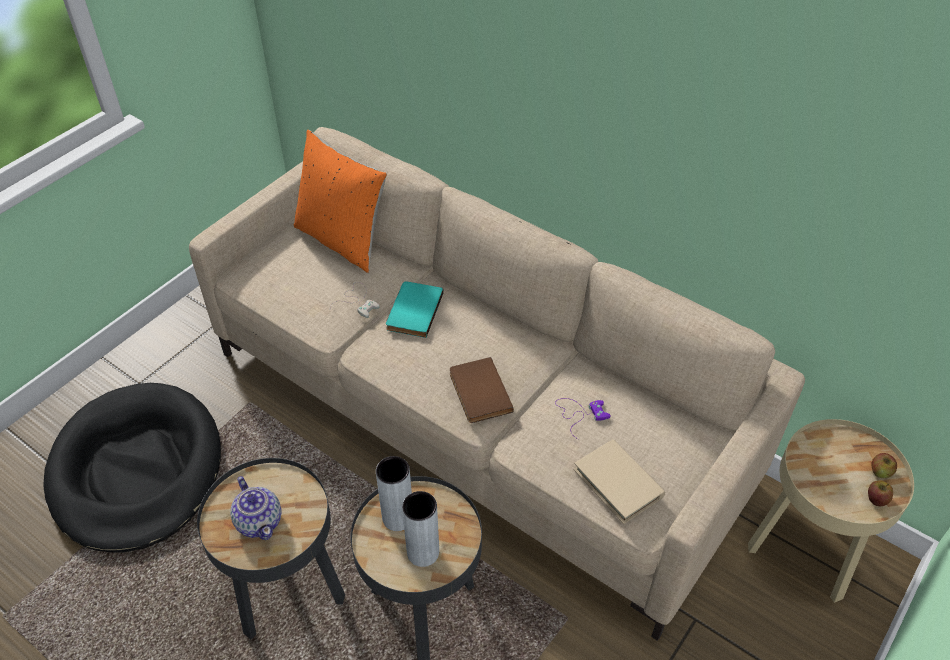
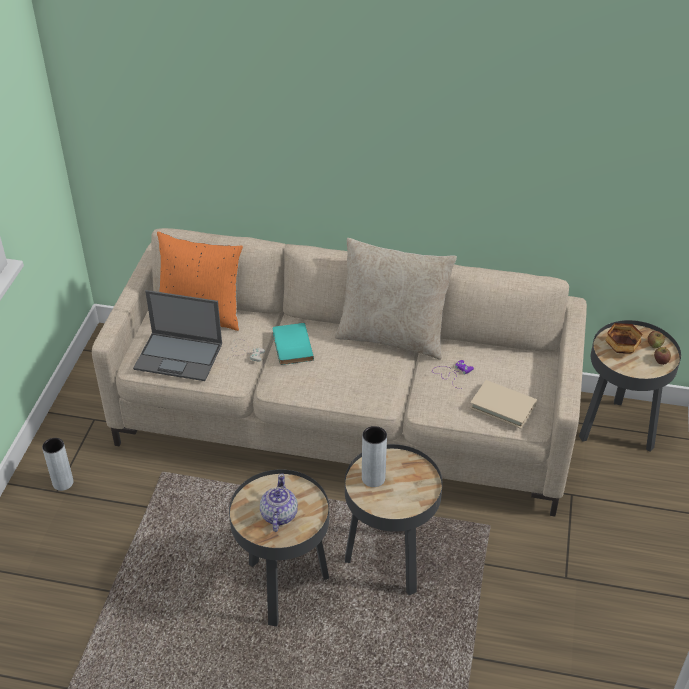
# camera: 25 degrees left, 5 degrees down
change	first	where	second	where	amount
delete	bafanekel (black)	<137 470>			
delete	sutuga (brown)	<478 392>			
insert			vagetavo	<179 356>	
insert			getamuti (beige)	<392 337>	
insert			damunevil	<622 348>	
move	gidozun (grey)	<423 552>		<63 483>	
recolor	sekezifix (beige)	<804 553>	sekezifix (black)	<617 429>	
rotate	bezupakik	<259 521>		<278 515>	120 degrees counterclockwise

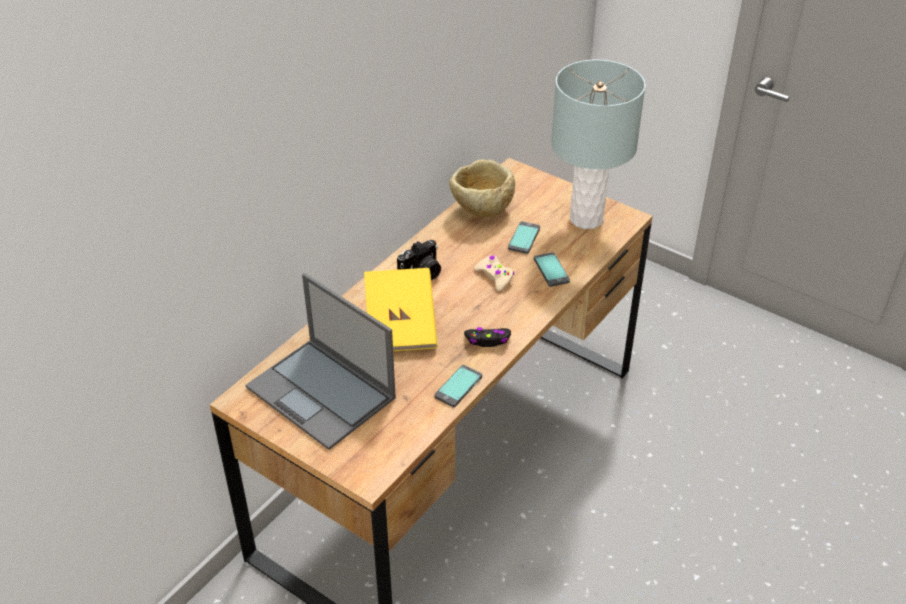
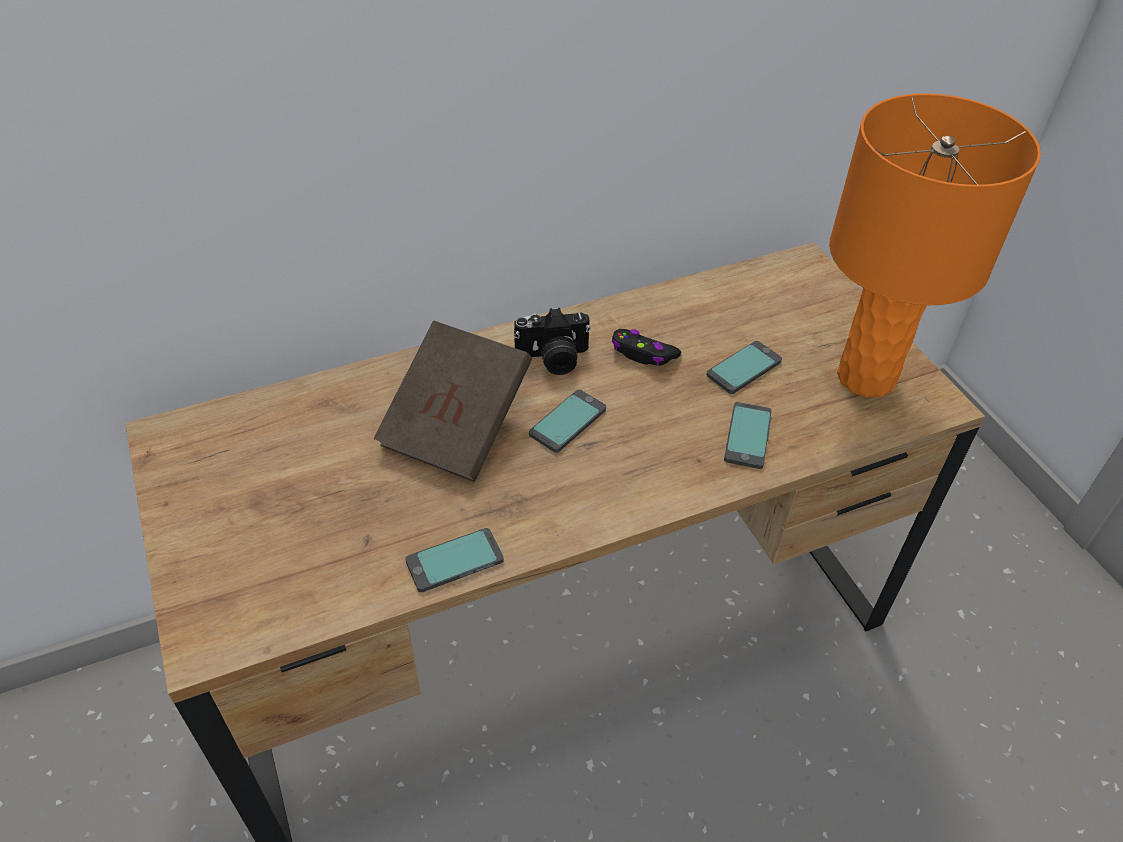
# camera: 30 degrees right, 5 degrees up
change	first	where	second	where	amount
delete	vagetavo	<322 393>			
delete	damunevil (beige)	<481 209>			
delete	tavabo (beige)	<495 276>			
insert			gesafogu	<567 422>	
move	tavabo (black)	<488 340>		<643 354>	
recolor	sutuga (yellow)	<401 326>	sutuga (brown)	<457 425>	
recolor	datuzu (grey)	<586 218>	datuzu (orange)	<867 377>	

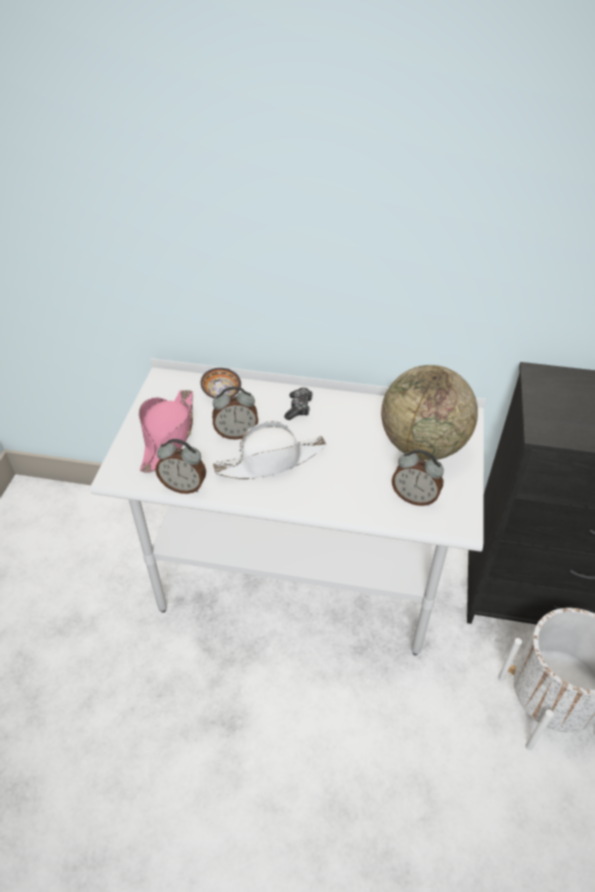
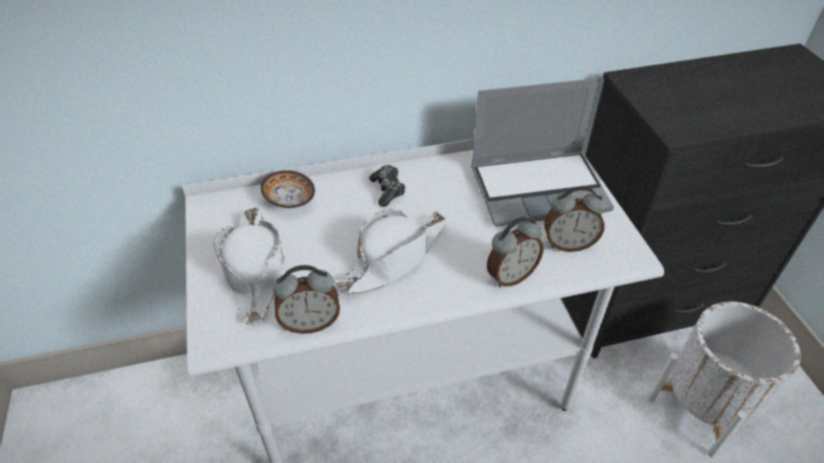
# camera: 25 degrees left, 0 degrees up
change	first	where	second	where	amount
move	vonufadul	<236 433>		<510 276>	
replace	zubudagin	<423 445>	vagetavo	<539 188>	
recolor	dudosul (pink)	<168 435>	dudosul (white)	<254 269>	

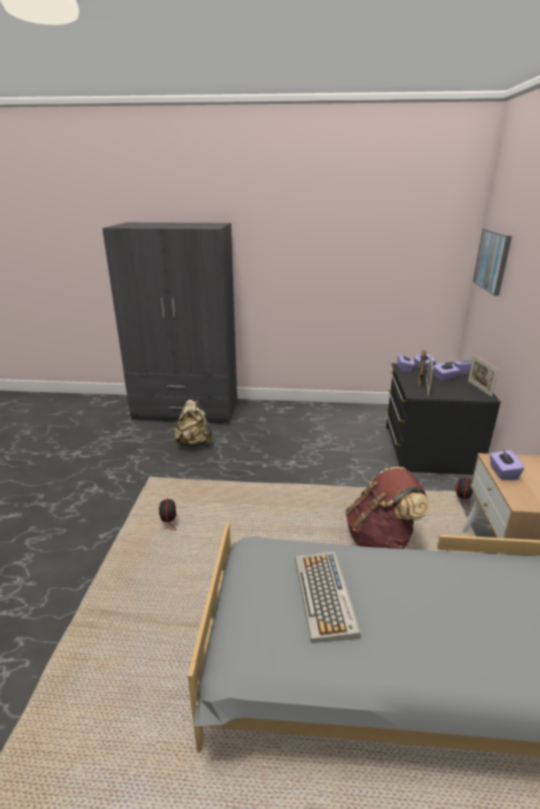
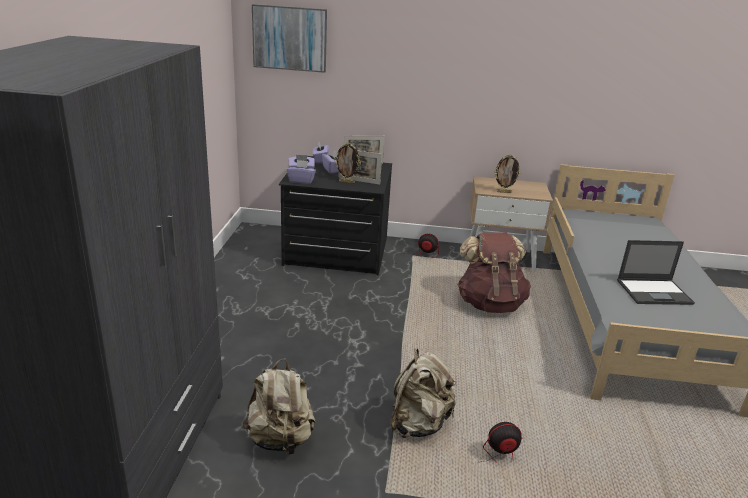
# camera: 90 degrees left, 0 degrees up
change	first	where	second	where	amount
insert			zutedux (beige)	<418 424>	
replace	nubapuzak	<325 596>	vagetavo	<654 292>	
replace	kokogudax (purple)	<503 473>	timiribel	<504 192>	

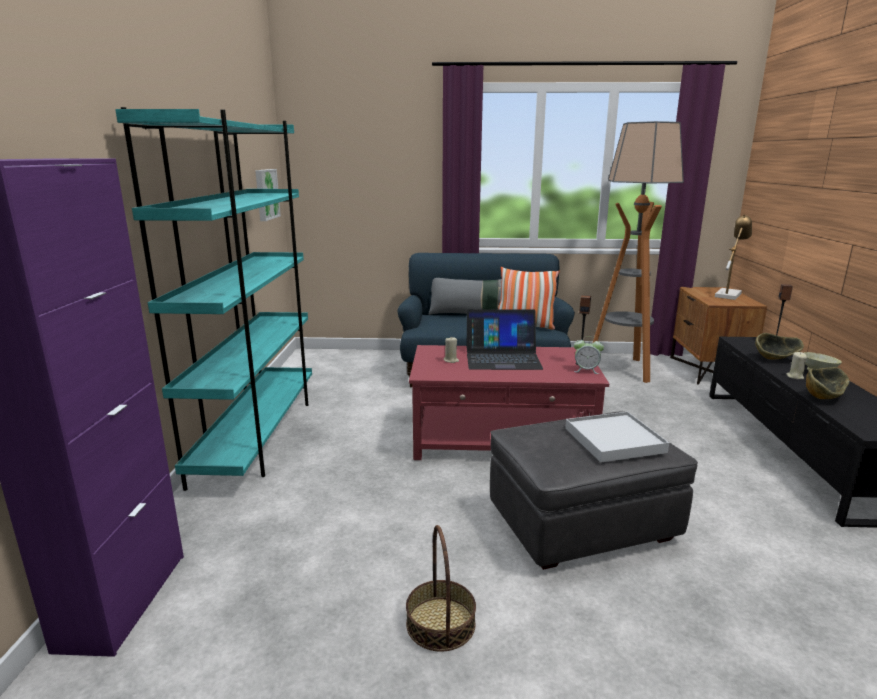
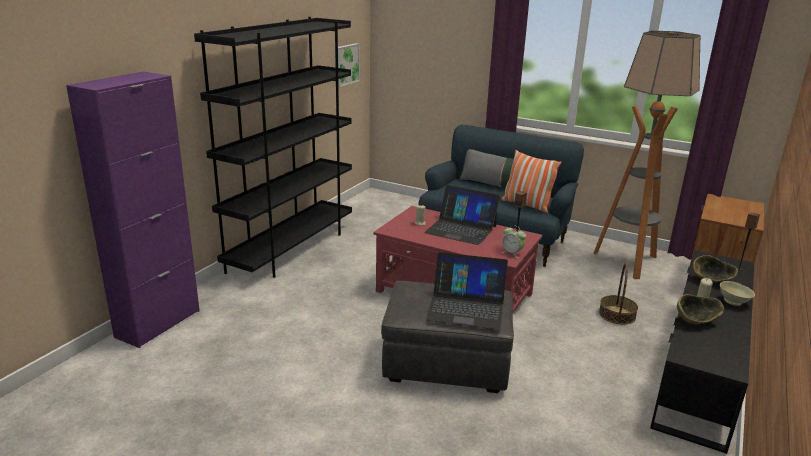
# camera: 25 degrees right, 5 degrees up
change	first	where	second	where	amount
delete	datuzu	<728 294>			
move	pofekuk	<440 623>		<617 314>	
replace	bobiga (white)	<614 440>	vagetavo	<466 307>	
recolor	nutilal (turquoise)	<258 435>	nutilal (black)	<291 249>	

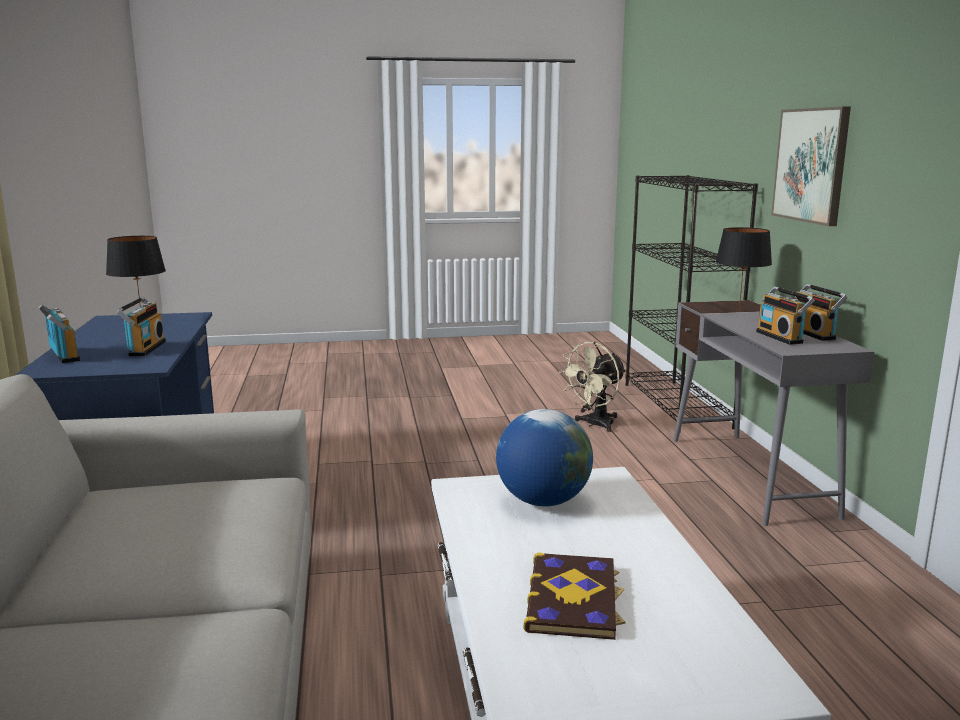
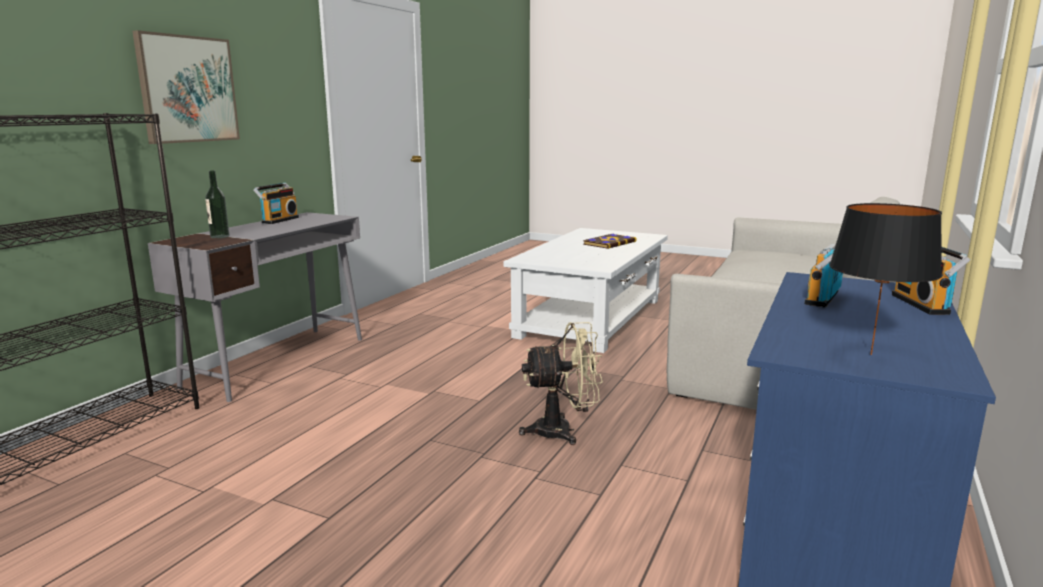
# camera: 145 degrees left, 0 degrees up
change	first	where	second	where	amount
delete	zubudagin	<543 501>			
delete	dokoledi	<781 337>			
move	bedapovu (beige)	<594 424>		<563 431>	
replace	datuzu (black)	<739 311>	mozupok	<220 236>	

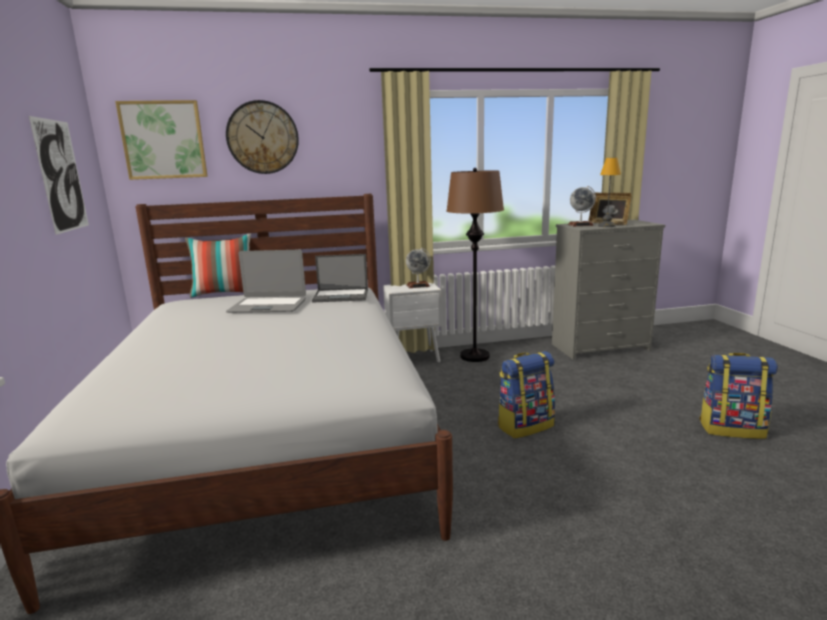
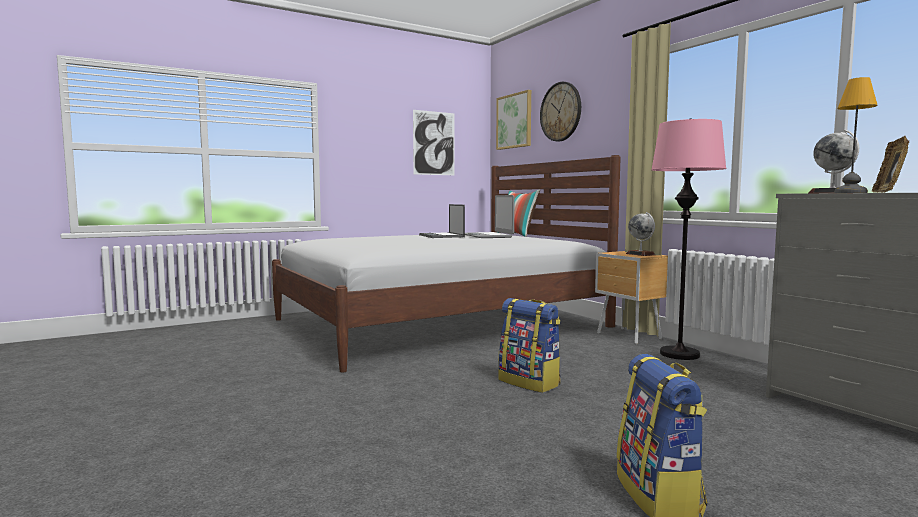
# camera: 70 degrees right, 10 degrees down
change	first	where	second	where	amount
move	vagetavo	<342 296>		<442 236>	
recolor	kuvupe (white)	<415 359>	kuvupe (brown)	<629 337>	
recolor	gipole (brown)	<474 356>	gipole (pink)	<679 354>	

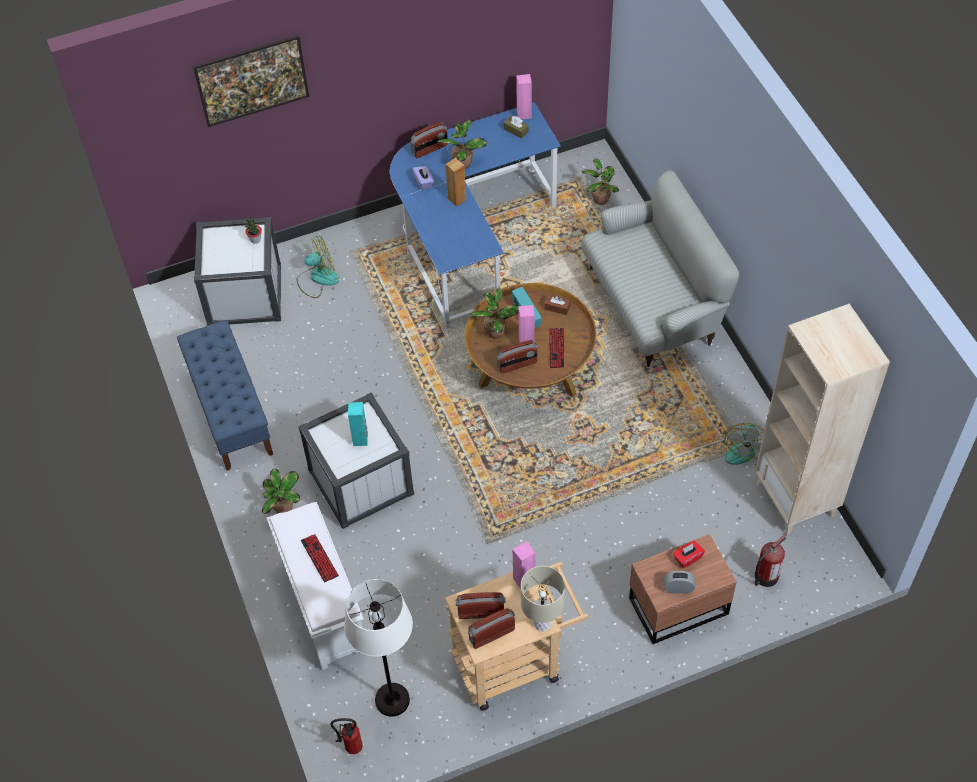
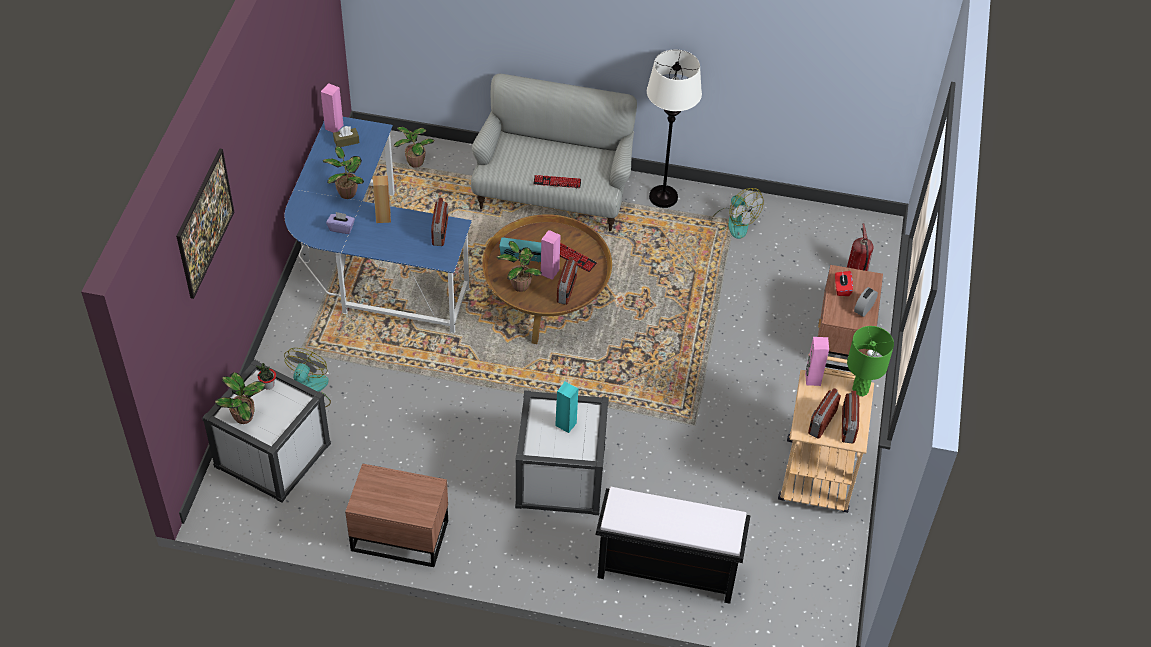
# camera: 60 degrees left, 5 degrees down
change	first	where	second	where	amount
delete	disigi	<351 746>			
delete	kokogudax (brown)	<557 307>			
delete	nutilal (beige)	<796 499>			
move	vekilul	<284 509>		<245 417>	
move	nubapuzak	<319 558>		<557 182>	
move	gipole (white)	<392 700>		<663 197>	
move	dokoledi	<430 149>		<440 232>	
replace	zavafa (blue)	<230 411>	kuvupe (brown)	<399 534>	
recolor	zavafa (white)	<322 606>	zavafa (black)	<666 570>	
recolor	datuzu (beige)	<542 623>	datuzu (green)	<860 389>	

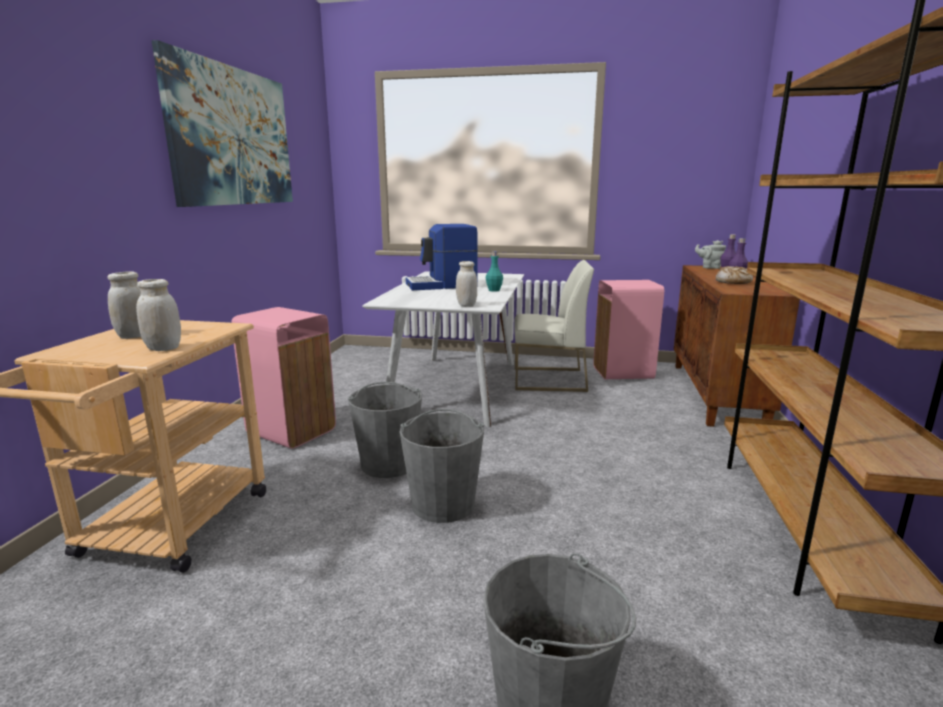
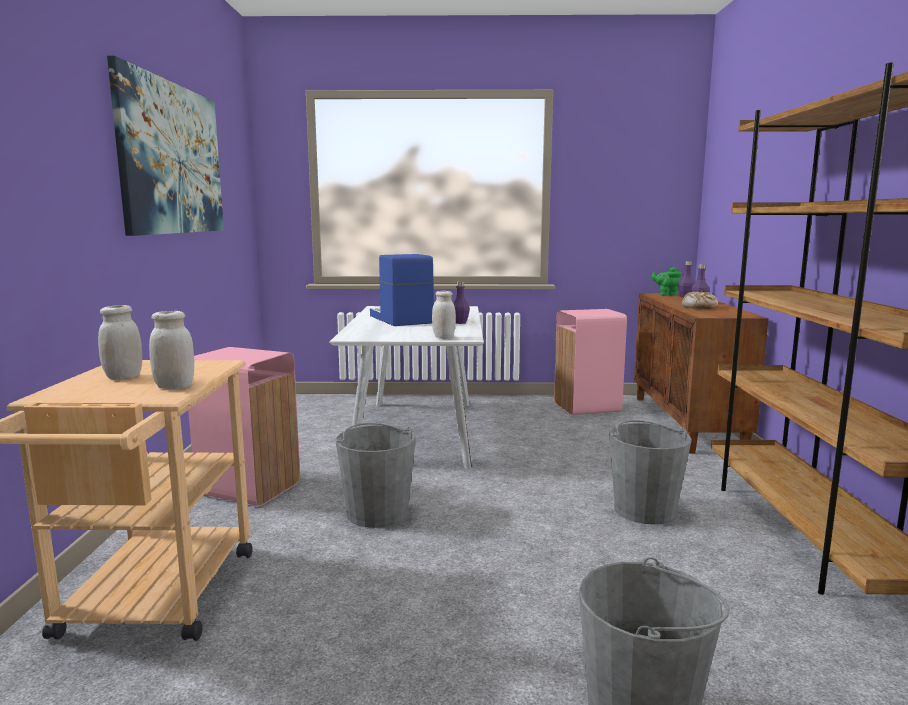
# camera: 10 degrees left, 5 degrees down
change	first	where	second	where	amount
delete	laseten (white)	<548 380>			
move	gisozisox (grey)	<443 504>		<644 510>	
recolor	mozupok (turquoise)	<494 290>	mozupok (purple)	<460 322>	
recolor	bezupakik (grey)	<709 267>	bezupakik (green)	<666 294>	
rotate	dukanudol	<442 285>		<400 319>	90 degrees clockwise

